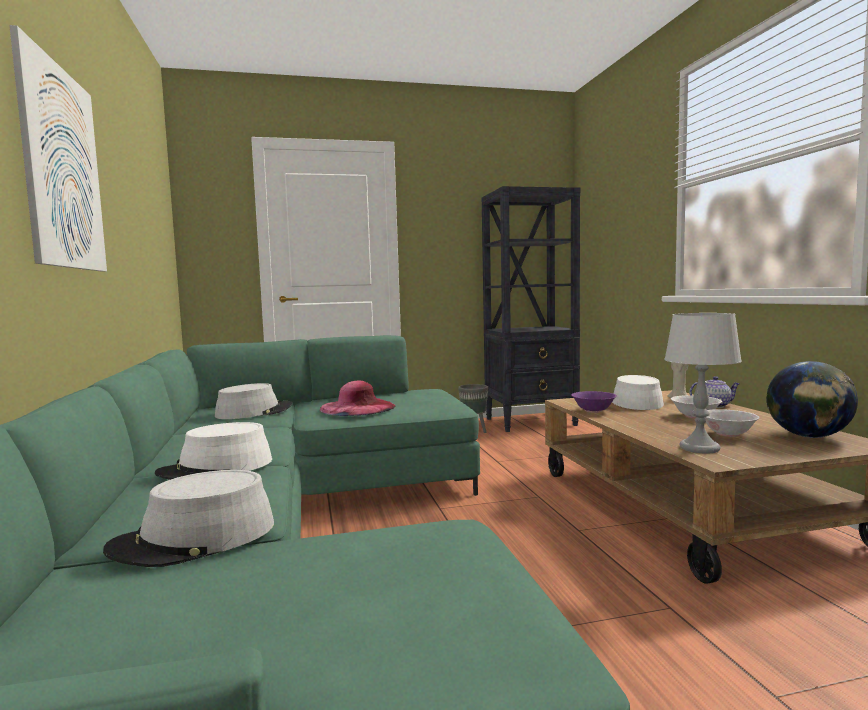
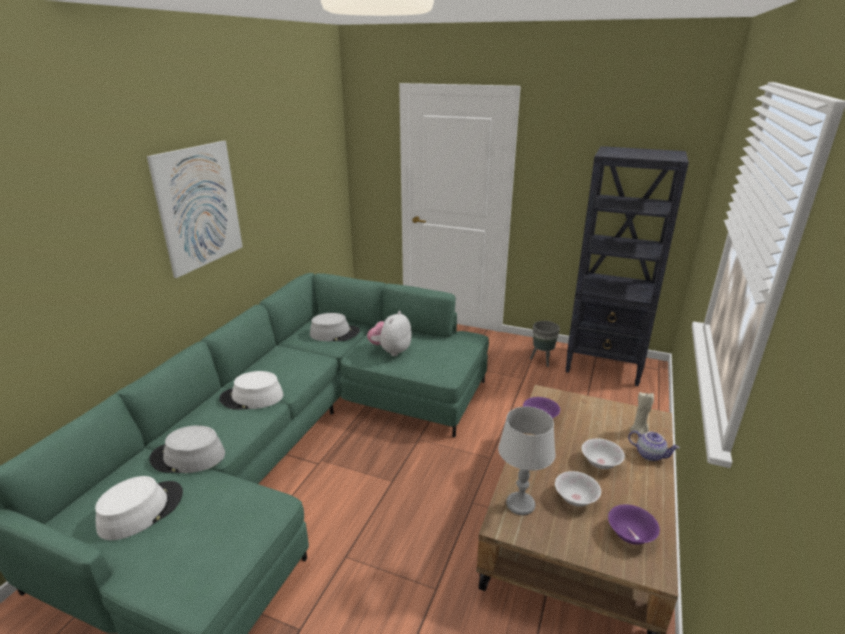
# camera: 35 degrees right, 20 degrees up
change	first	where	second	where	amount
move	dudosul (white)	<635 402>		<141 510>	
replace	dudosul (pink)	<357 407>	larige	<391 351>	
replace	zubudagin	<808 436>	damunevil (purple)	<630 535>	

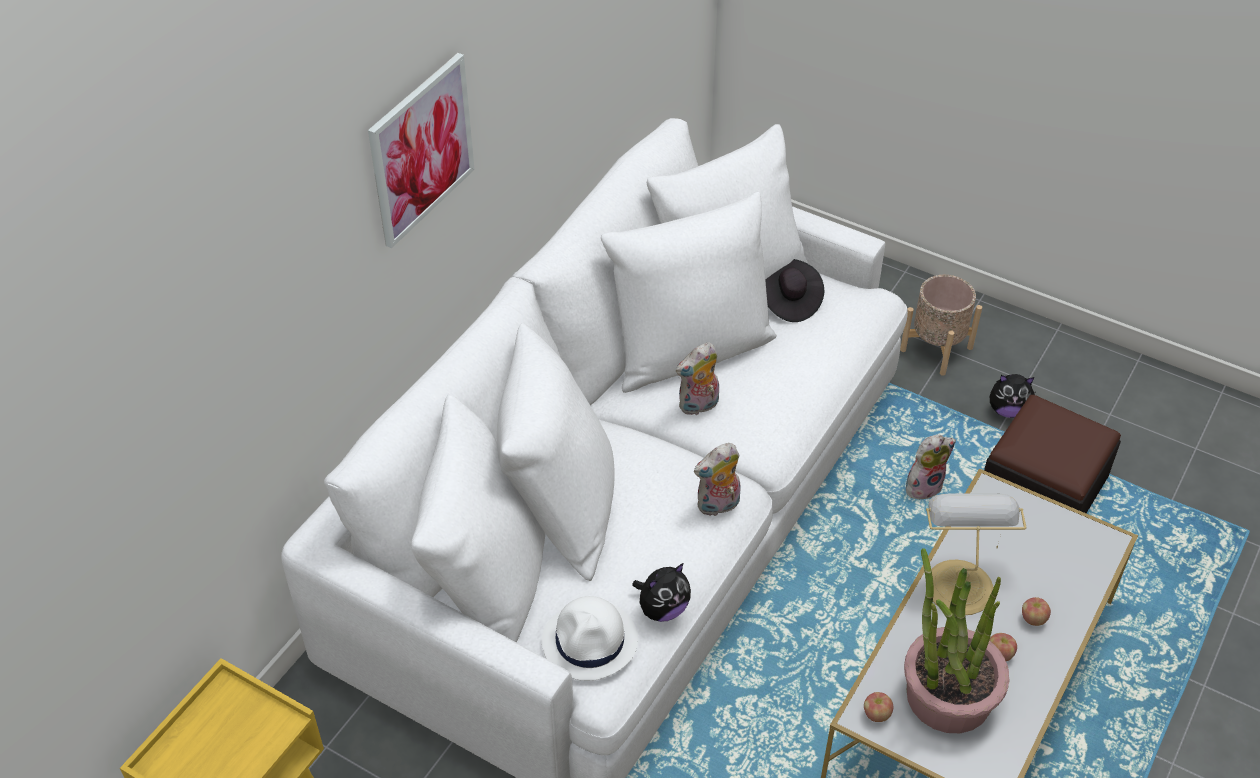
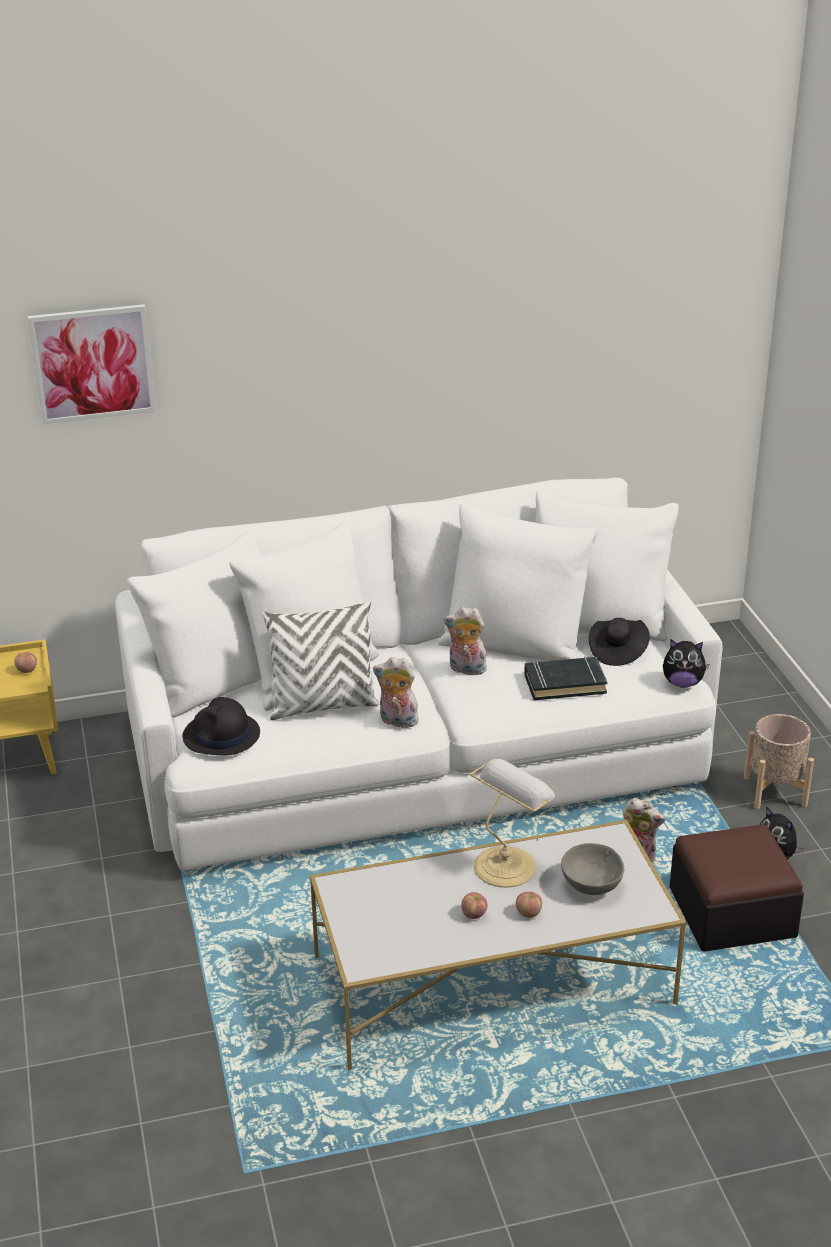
# camera: 45 degrees right, 15 degrees down
change	first	where	second	where	amount
delete	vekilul	<948 695>			
insert			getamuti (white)	<323 705>	
insert			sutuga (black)	<564 683>	
insert			damunevil (grey)	<591 884>	
move	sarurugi	<421 149>		<93 363>	
move	larige	<662 609>		<682 683>	
move	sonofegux	<876 714>		<27 670>	
recolor	dudosul (white)	<590 641>	dudosul (black)	<221 736>	

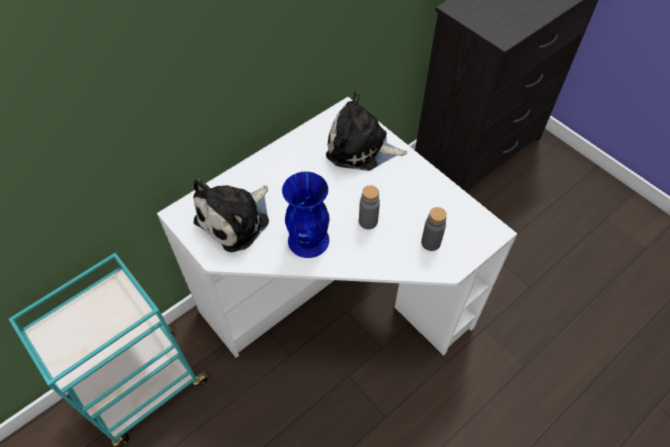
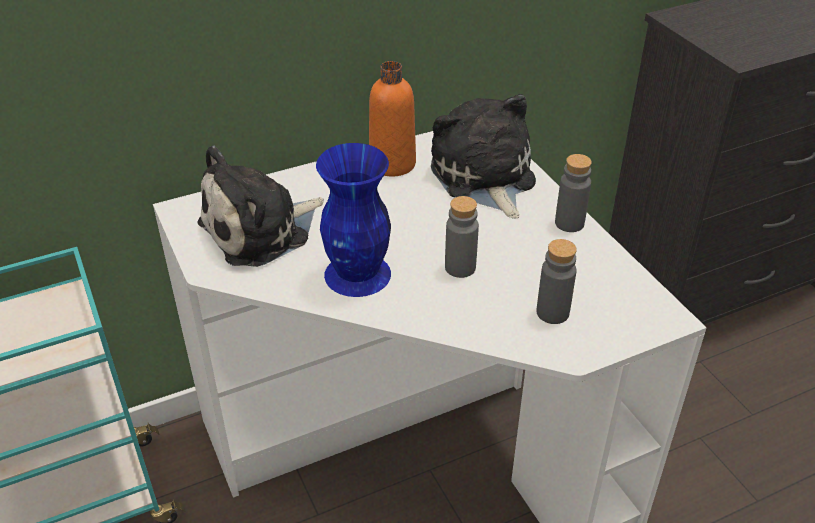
# camera: 15 degrees right, 15 degrees down
change	first	where	second	where	amount
insert			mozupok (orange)	<392 164>	
insert			mozupok (grey)	<569 223>	
rotate	larige	<361 148>		<484 178>	45 degrees clockwise

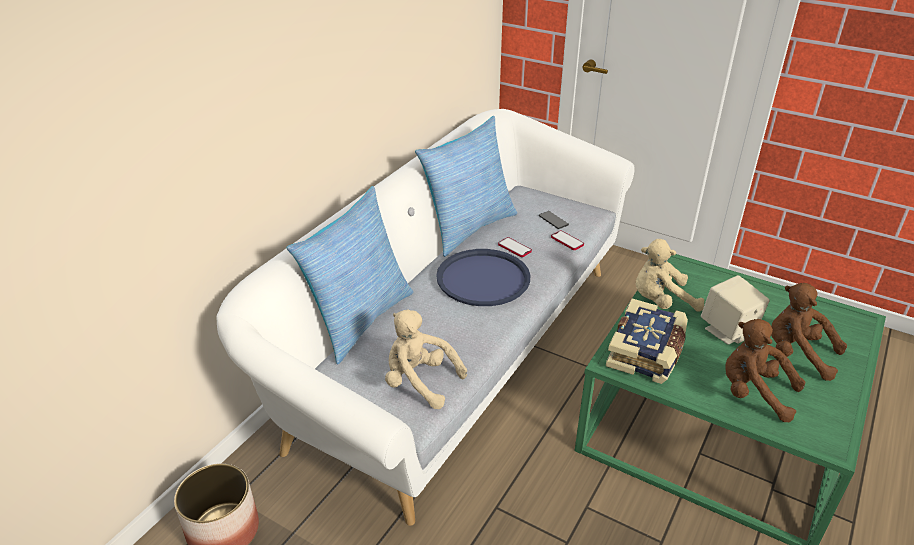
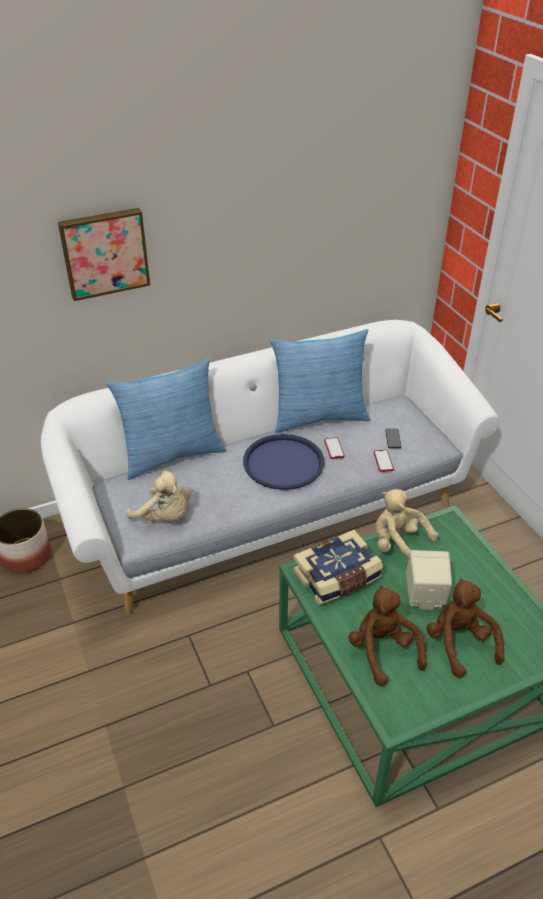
# camera: 35 degrees right, 5 degrees up
change	first	where	second	where	amount
insert			sarurugi	<104 252>	
rotate	larige (beige)	<419 382>		<164 517>	150 degrees clockwise

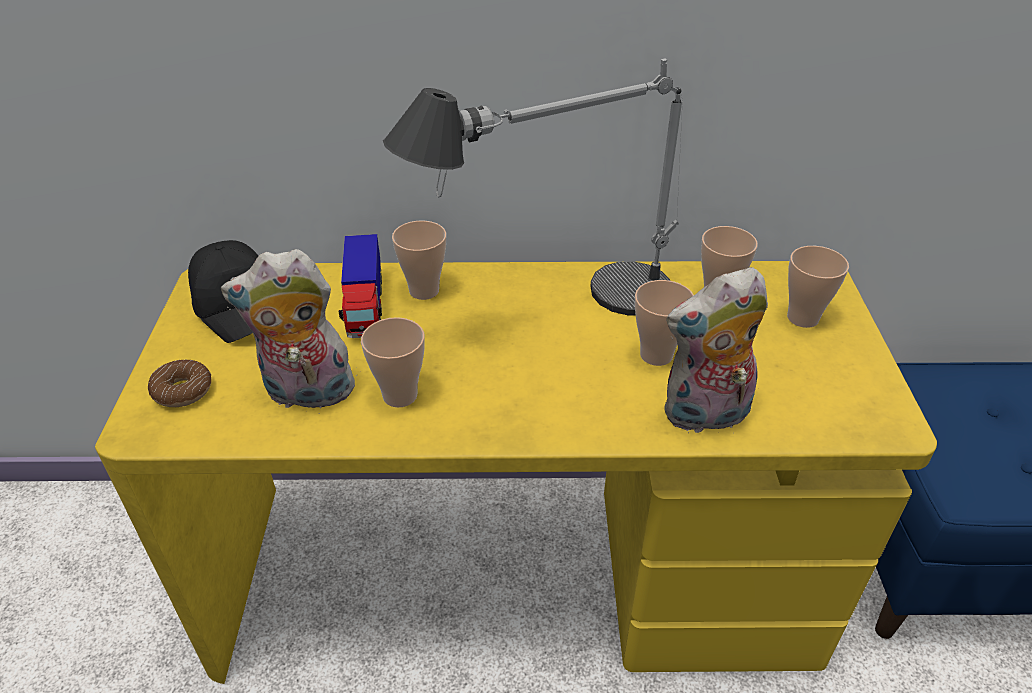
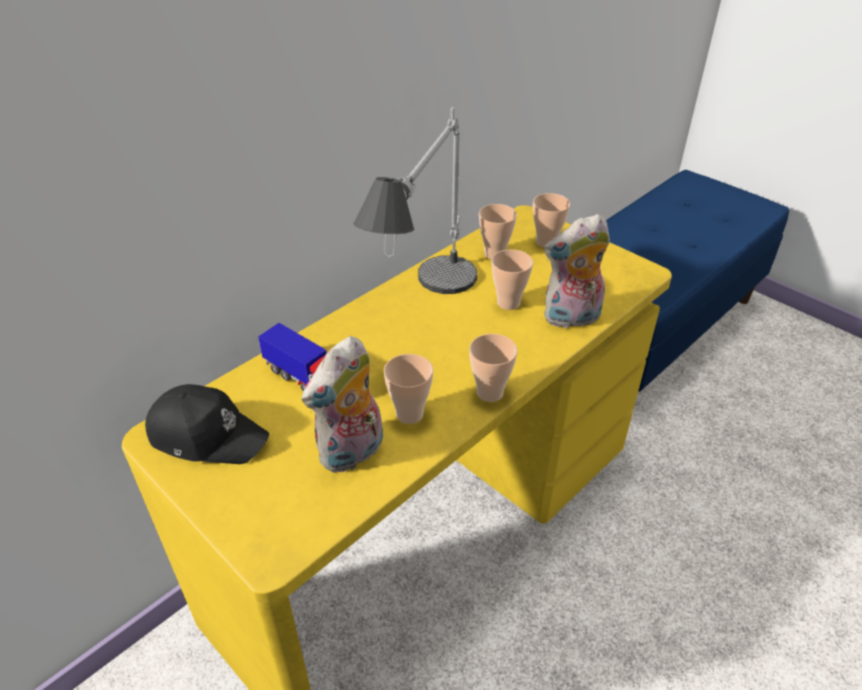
# camera: 45 degrees left, 0 degrees up
change	first	where	second	where	amount
delete	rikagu	<182 391>			
move	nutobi	<424 291>		<490 393>	
rotate	larige	<705 416>		<571 319>	45 degrees clockwise

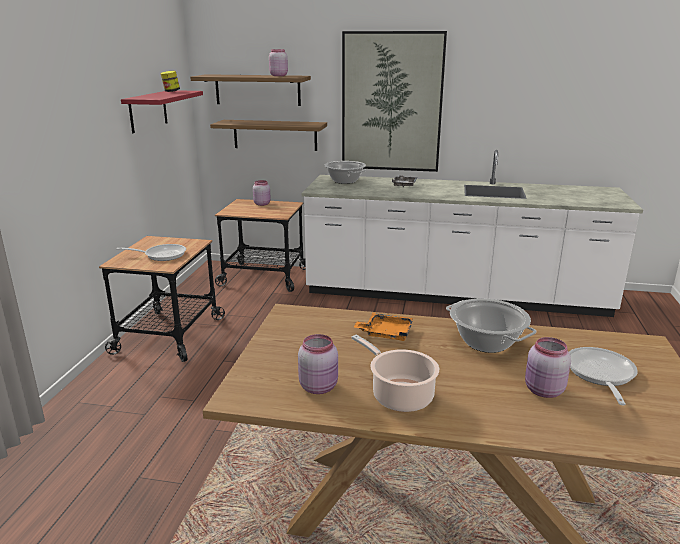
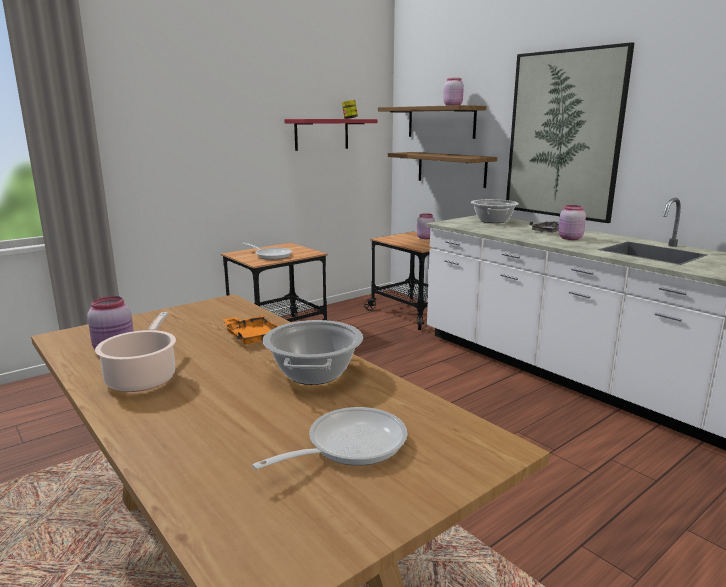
# camera: 40 degrees right, 5 degrees down
change	first	where	second	where	amount
move	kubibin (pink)	<543 391>		<569 238>	

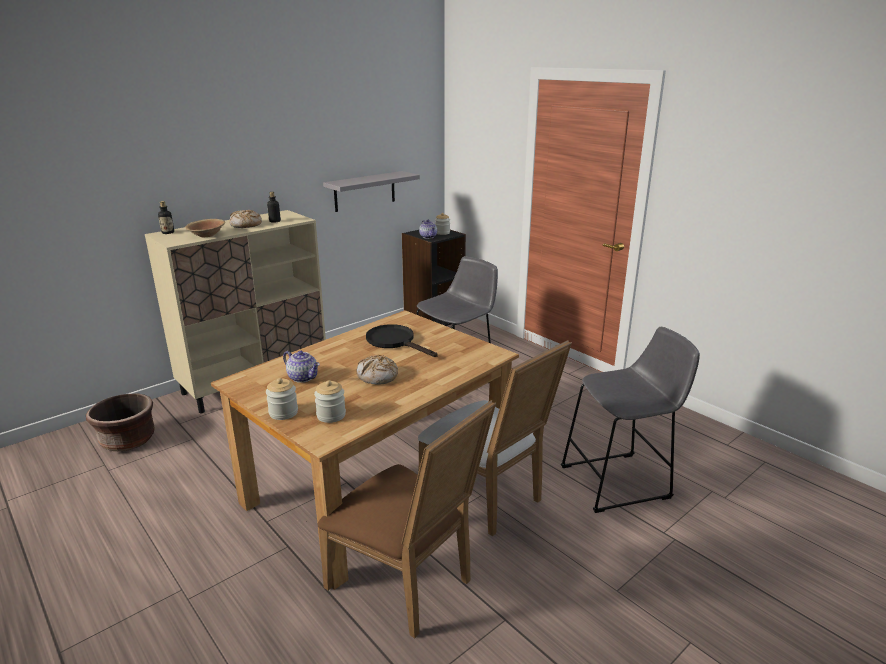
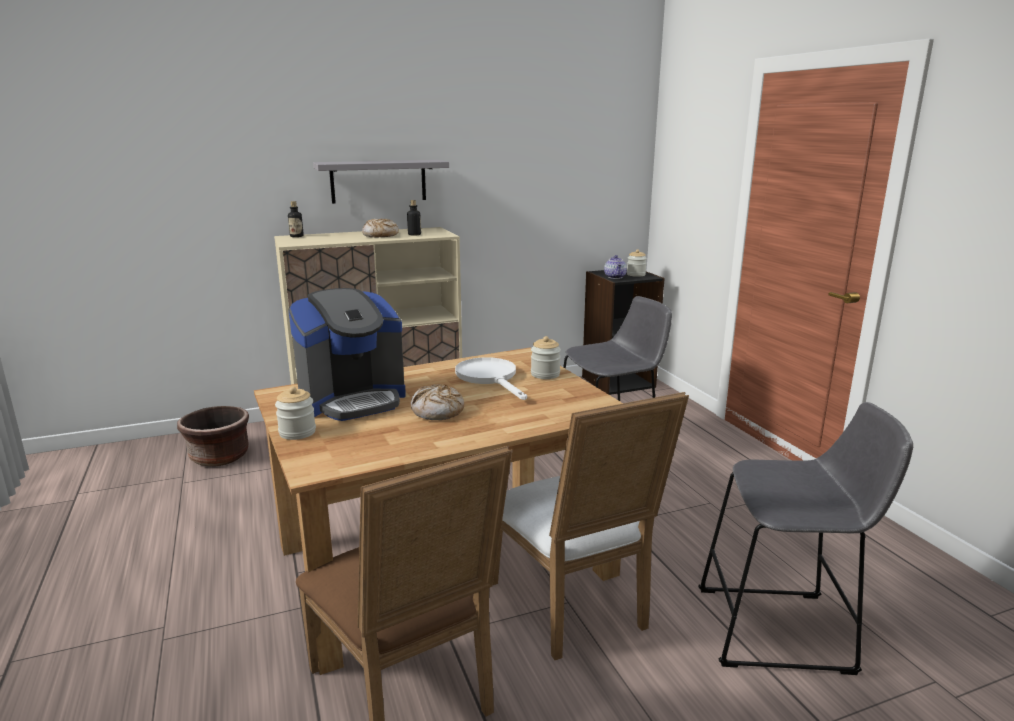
# camera: 20 degrees right, 5 degrees down
change	first	where	second	where	amount
delete	damunevil (brown)	<207 235>			
move	kubibin	<331 415>		<545 374>	
move	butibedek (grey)	<364 191>		<378 181>	
replace	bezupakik	<303 377>	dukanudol	<353 400>	
recolor	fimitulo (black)	<395 342>	fimitulo (white)	<490 378>	

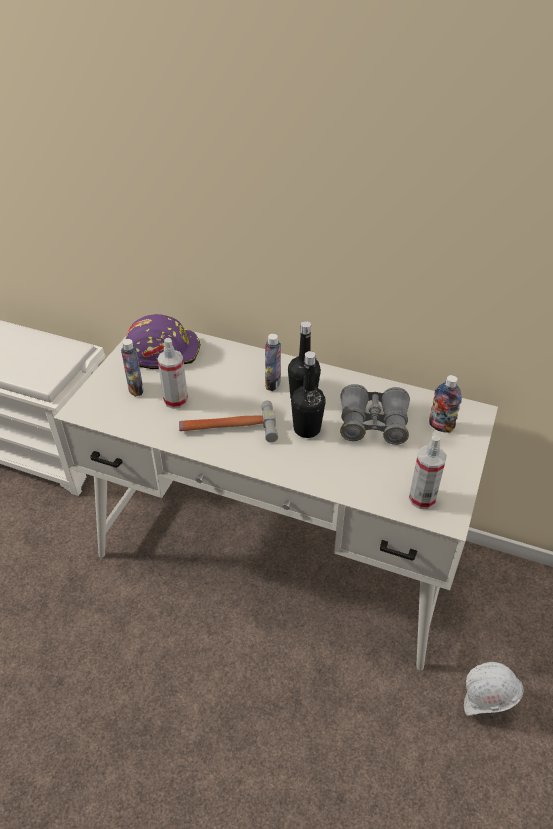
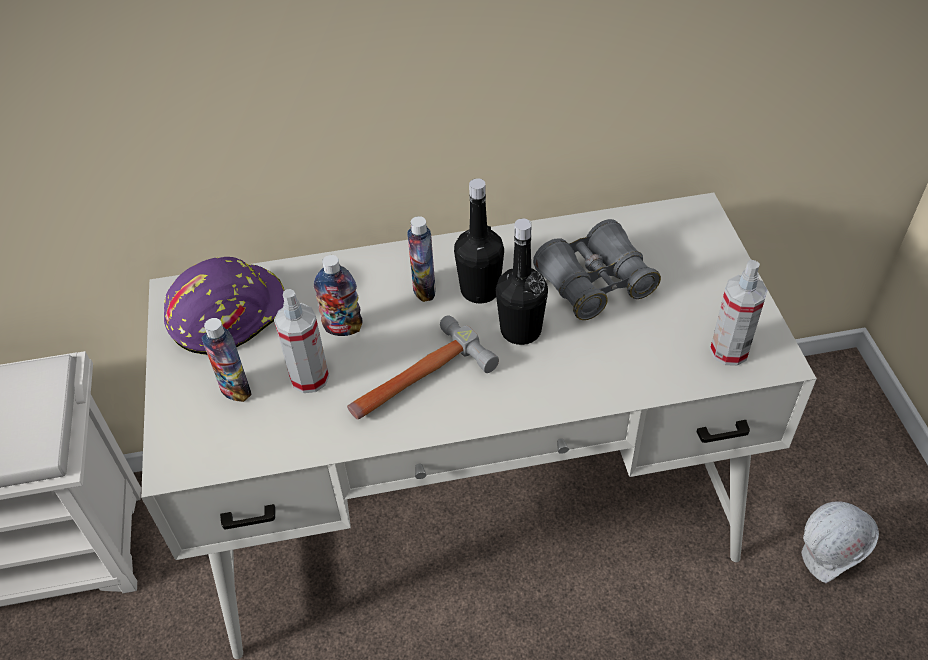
# camera: 30 degrees left, 5 degrees up
change	first	where	second	where	amount
move	mozupok	<441 426>		<343 328>	

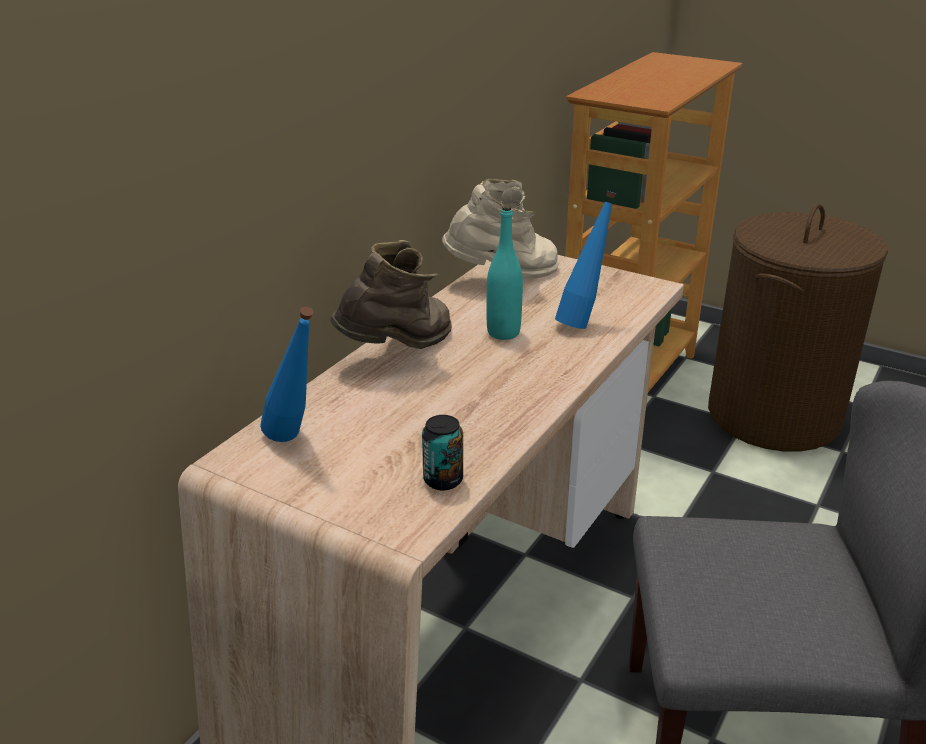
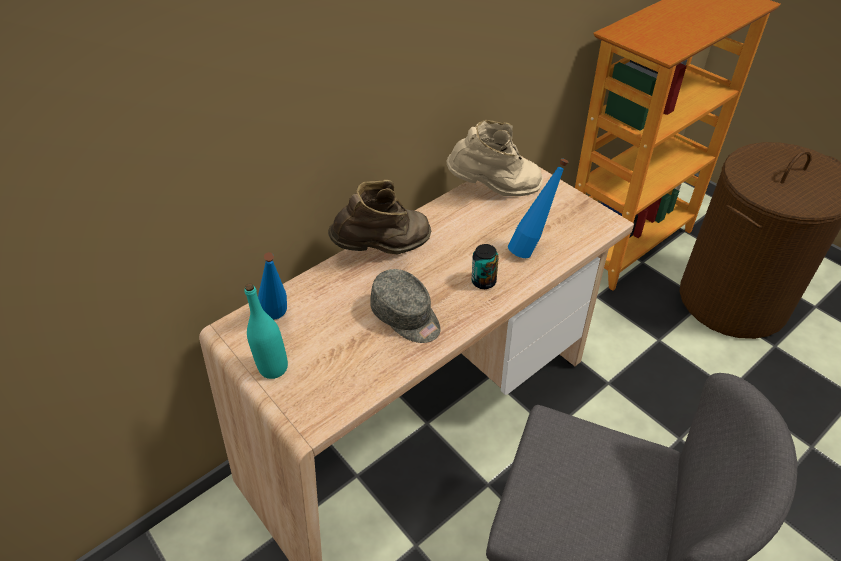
# camera: 20 degrees right, 15 degrees up
change	first	where	second	where	amount
insert			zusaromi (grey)	<406 317>	
move	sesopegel	<443 480>		<483 281>	
move	mozupok (turquoise)	<503 333>		<273 368>	

